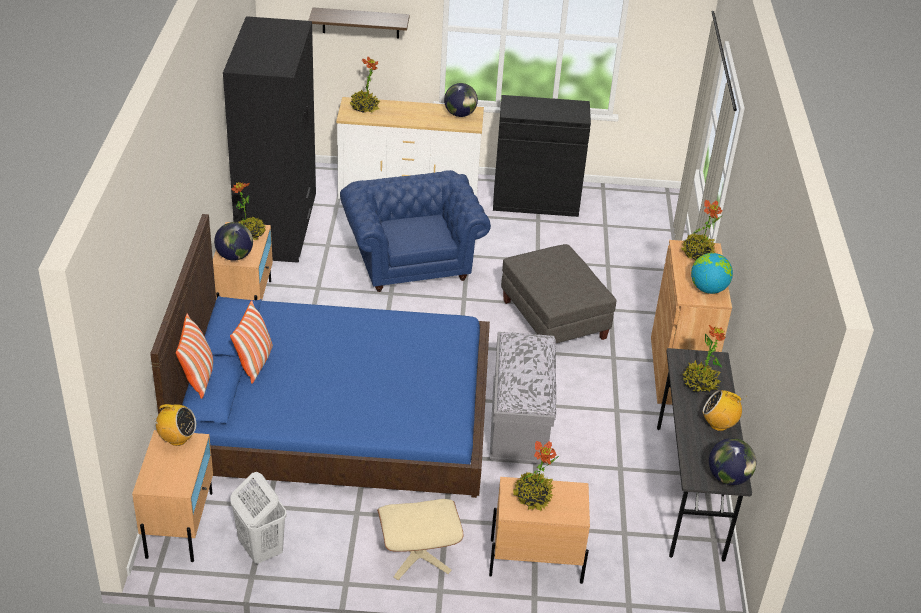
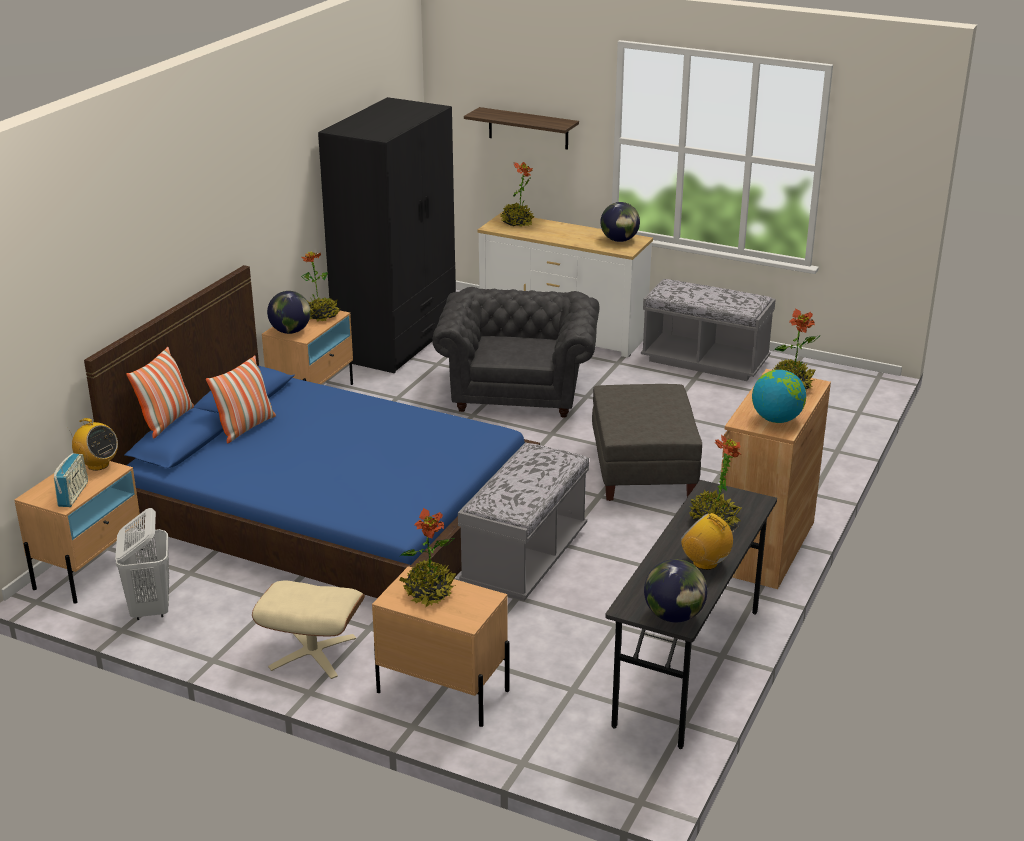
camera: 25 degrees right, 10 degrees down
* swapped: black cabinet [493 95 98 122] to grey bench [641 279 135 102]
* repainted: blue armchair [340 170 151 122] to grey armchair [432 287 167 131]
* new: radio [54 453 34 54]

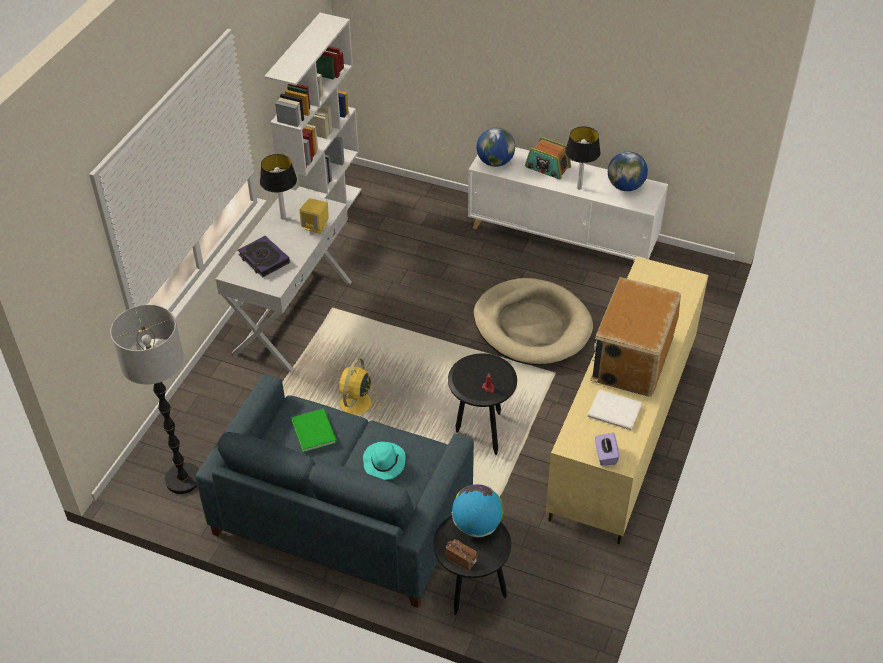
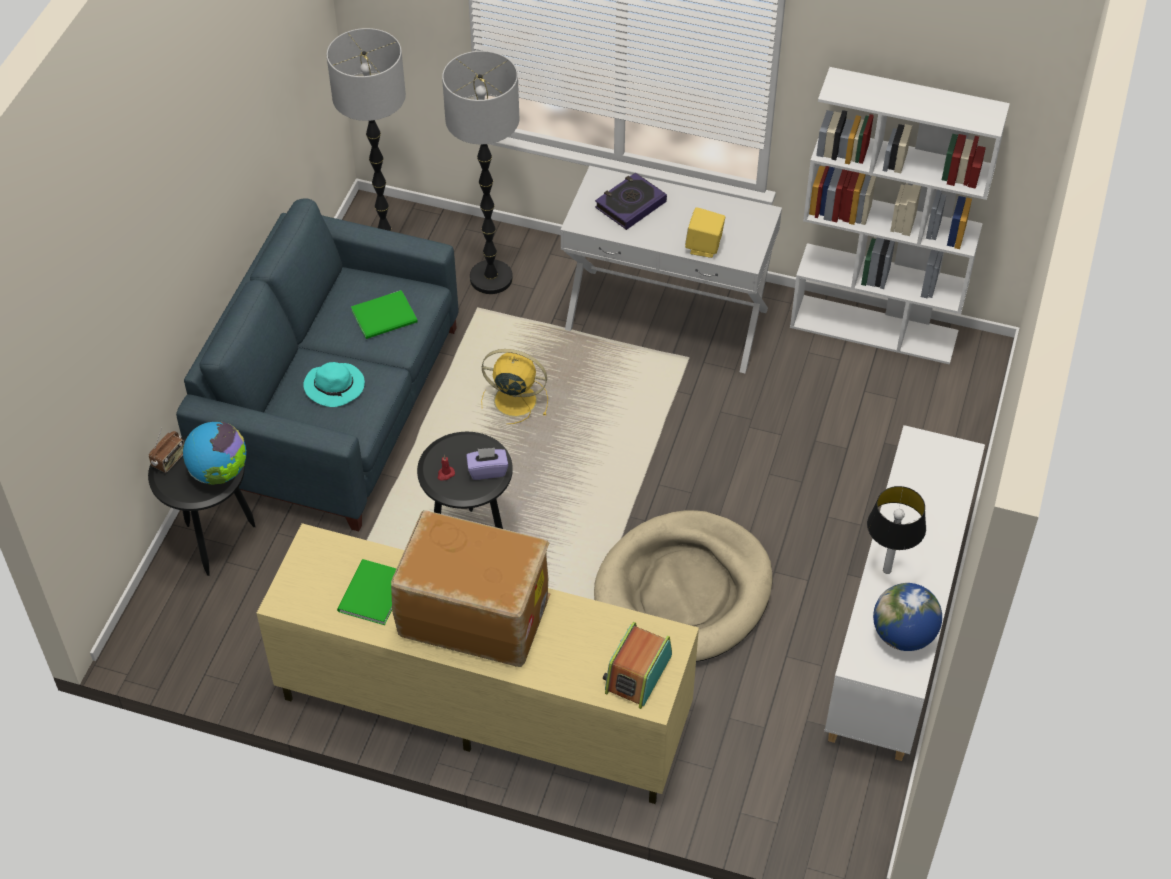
camera: 85 degrees right, 5 degrees up
* gone: globe [477 128 38 39]
* shifted: radio [525 137 46 43] to [603 622 69 87]
* gone: table lamp [260 154 37 65]
* repainted: white book [588 389 54 41] to green book [337 559 60 66]
* shifted: purple tissue box [595 433 24 32] to [466 448 42 32]
* new: floor lamp [442 51 77 243]

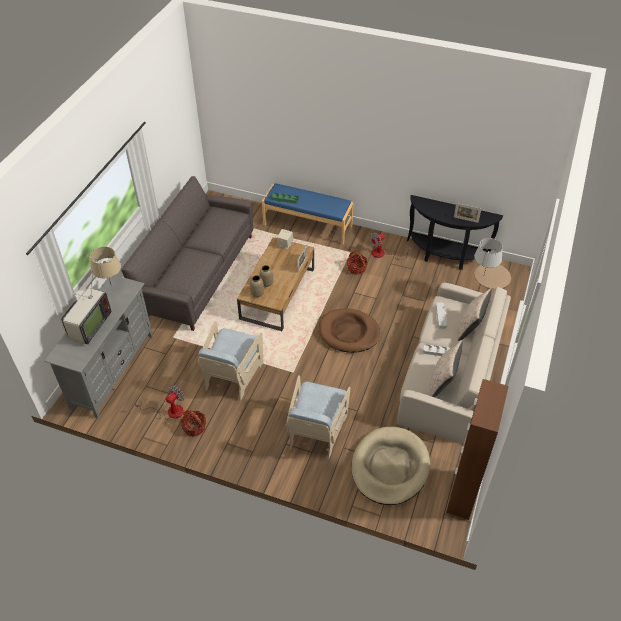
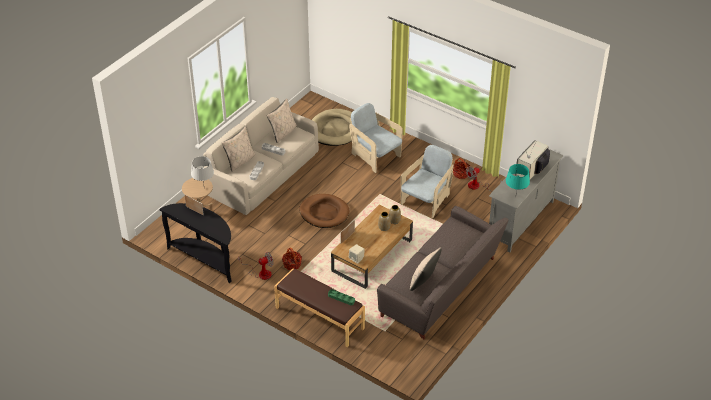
camera: 165 degrees left, 5 degrees down
* repainted: blue bench [262 183 92 62] to brown bench [274 268 91 79]
* repainted: beige table lamp [90 247 31 40] to turquoise table lamp [506 164 24 29]
* rotated: beige armchair [286 375 65 84] = [349 103 54 70] 75 degrees counterclockwise
* gone: brown cabinet [446 379 63 141]
* new: beige pillow [410 247 32 44]

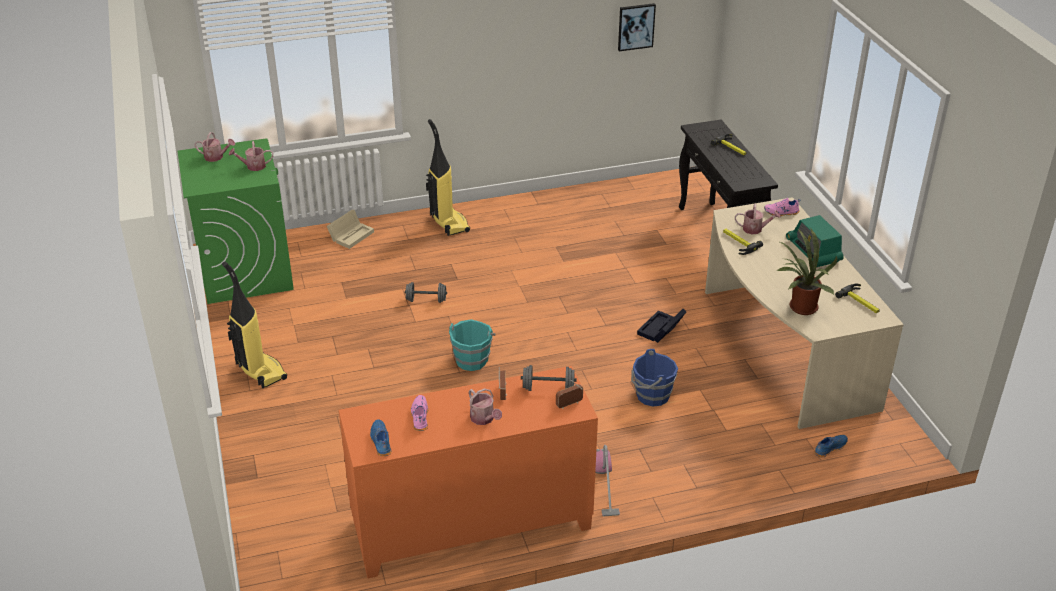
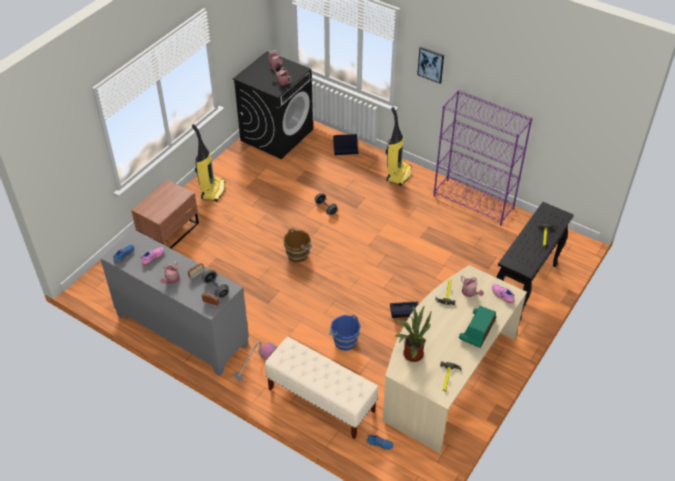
camera: 50 degrees right, 10 degrees up
* shifted: picture [618 3 38 48] to [417 47 27 36]
* repainted: green washing machine [178 138 116 166] to black washing machine [233 51 80 108]
* repainted: beige storage box [327 210 47 39] to black storage box [333 134 25 21]
* repainted: turquoise bucket [449 319 47 52] to brown bucket [283 228 29 34]
* repainted: orange cabinet [339 366 259 212] to grey cabinet [100 229 149 147]
* new: purple bookcase [433 90 100 136]
* new: brown nightstand [131 179 68 70]
* new: beige bench [265 337 113 102]

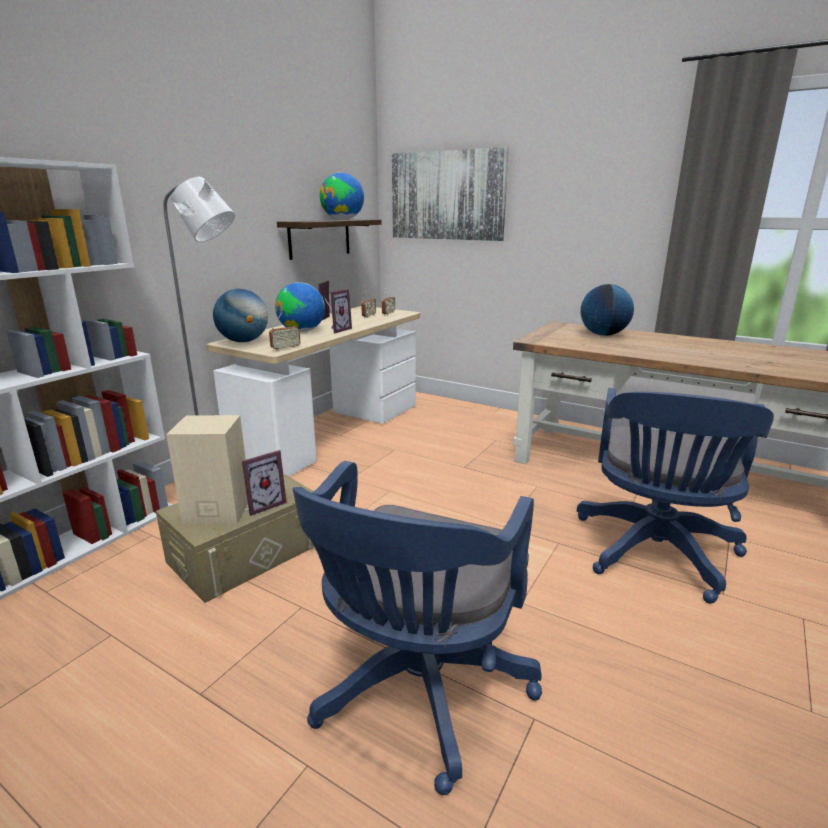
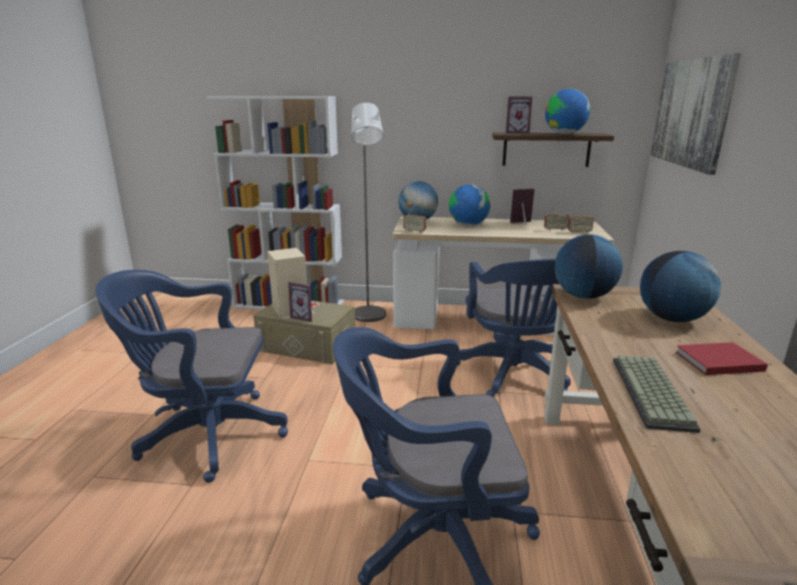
camera: 65 degrees right, 0 degrees up
* shifted: picture frame [330 289 22 44] to [506 96 27 38]
* new: globe [555 235 68 64]
* new: blue office chair [457 259 114 138]
* new: red book [676 342 92 33]
* new: keyboard [613 355 87 78]

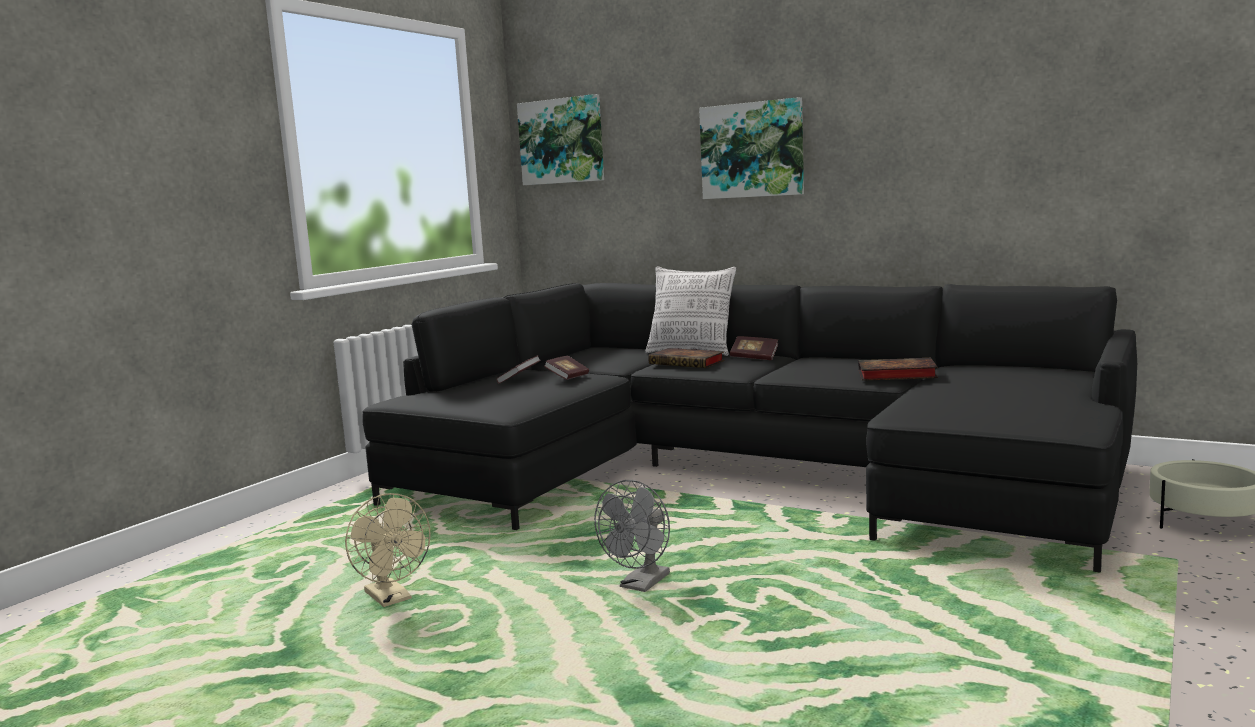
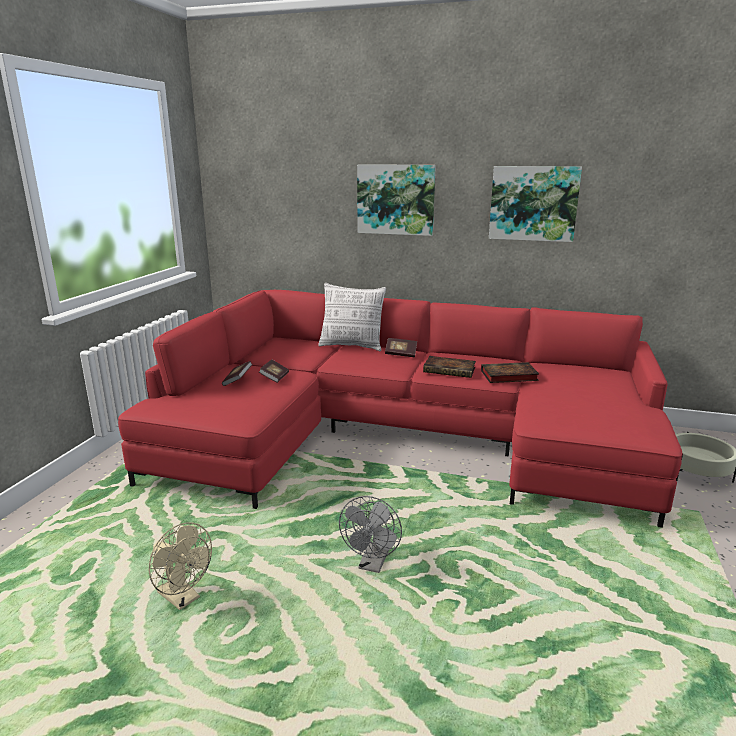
camera: 15 degrees left, 10 degrees up
* shifted: picture [517 94 87 91] to [489 166 93 76]
* repainted: black sofa [362 283 775 290] to red sofa [118 290 564 238]
* shifted: book [649 348 75 20] to [423 356 53 22]

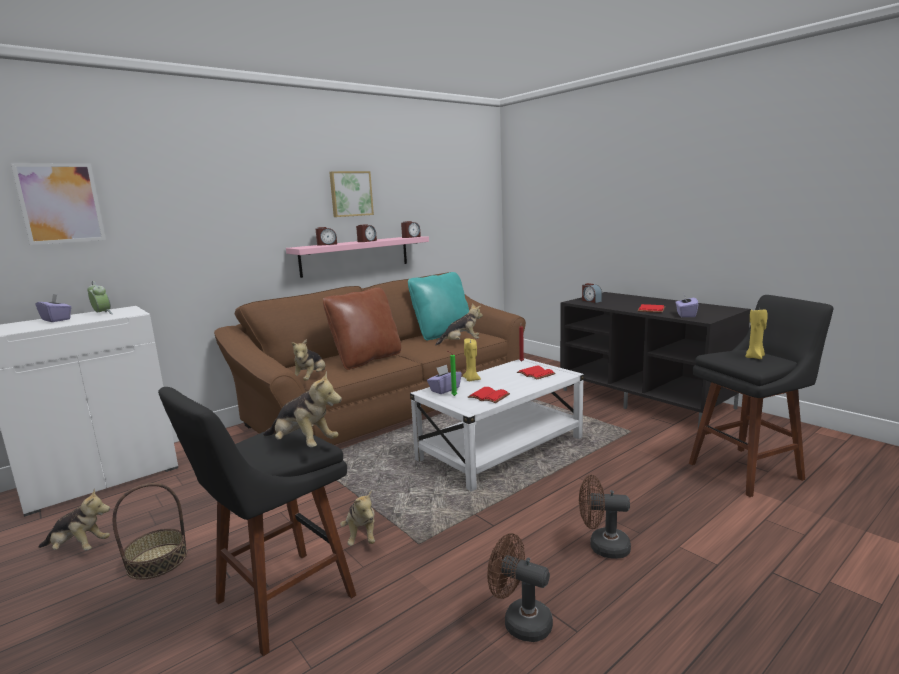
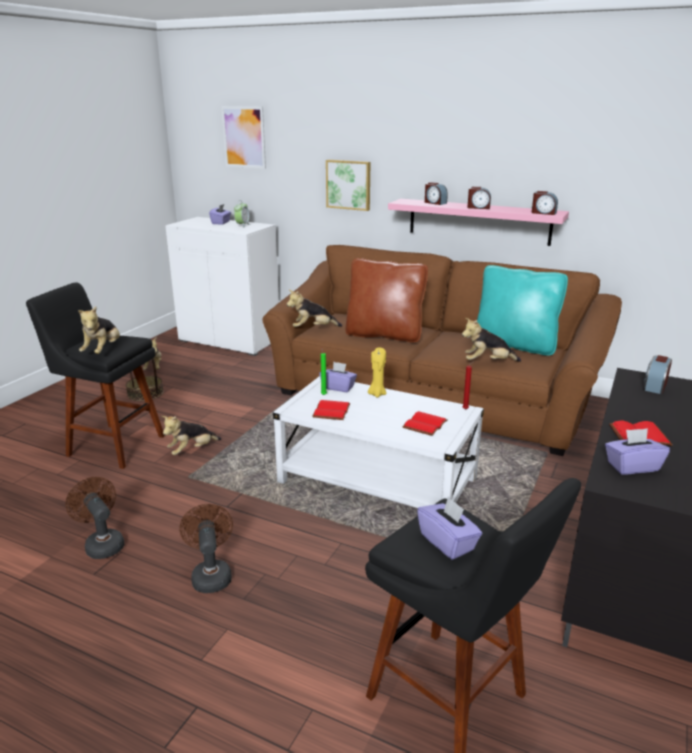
camera: 65 degrees right, 10 degrees up
* shifted: picture [329 171 45 46] to [326 160 44 51]
* rotated: plush toy [435 303 48 42] = [462 318 59 44] 120 degrees clockwise
* swapped: yellow candle [746 309 22 50] to purple tissue box [417 496 65 64]
* rotated: brown fan [488 533 65 109] = [65 477 59 82] 45 degrees counterclockwise

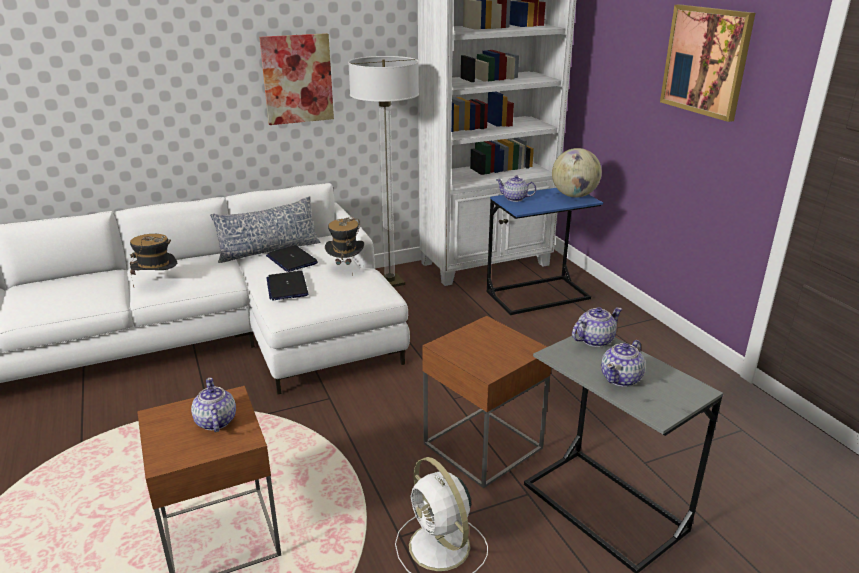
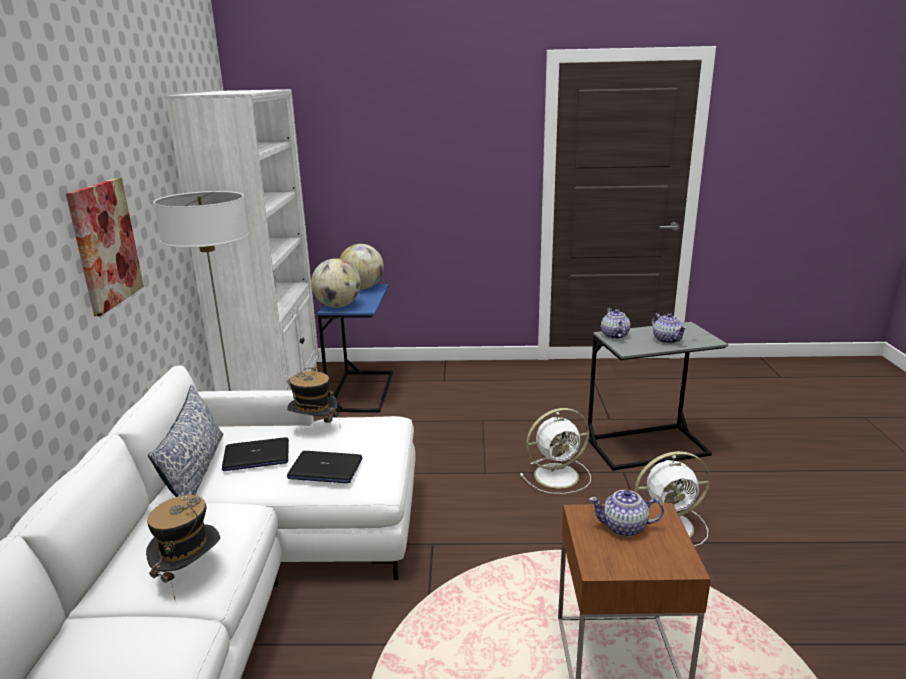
camera: 65 degrees left, 5 degrees down
* gone: picture [660 4 95 118]
* swapped: teapot [496 175 40 27] to globe [311 258 50 50]
* swapped: brown side table [422 316 129 172] to white fan [520 408 71 86]

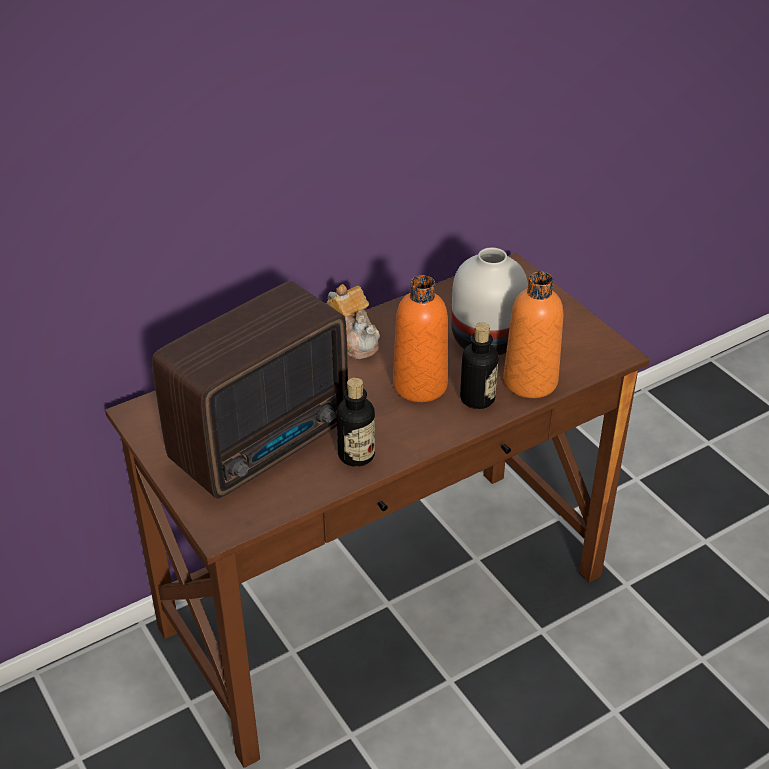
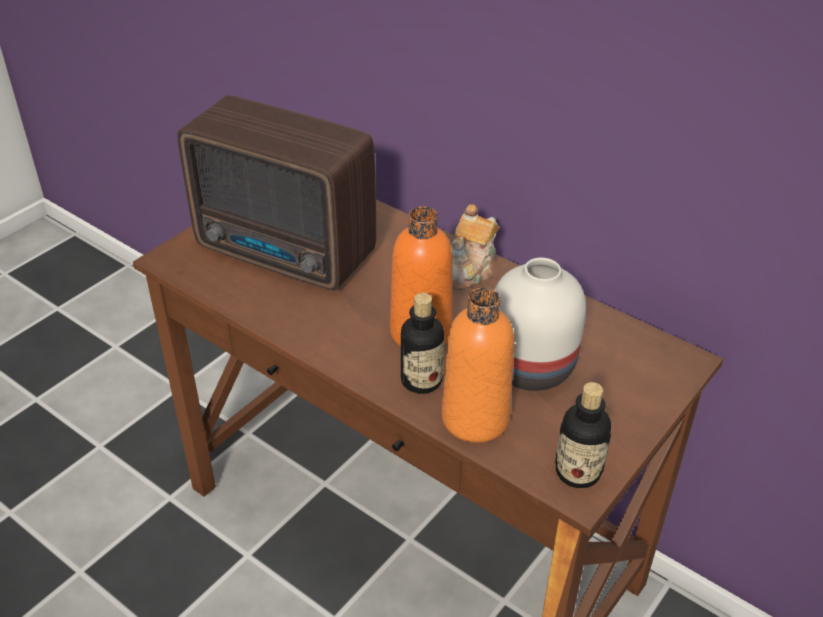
camera: 70 degrees right, 0 degrees up
* shifted: bottle [337 377 38 90] to [555 382 57 106]

